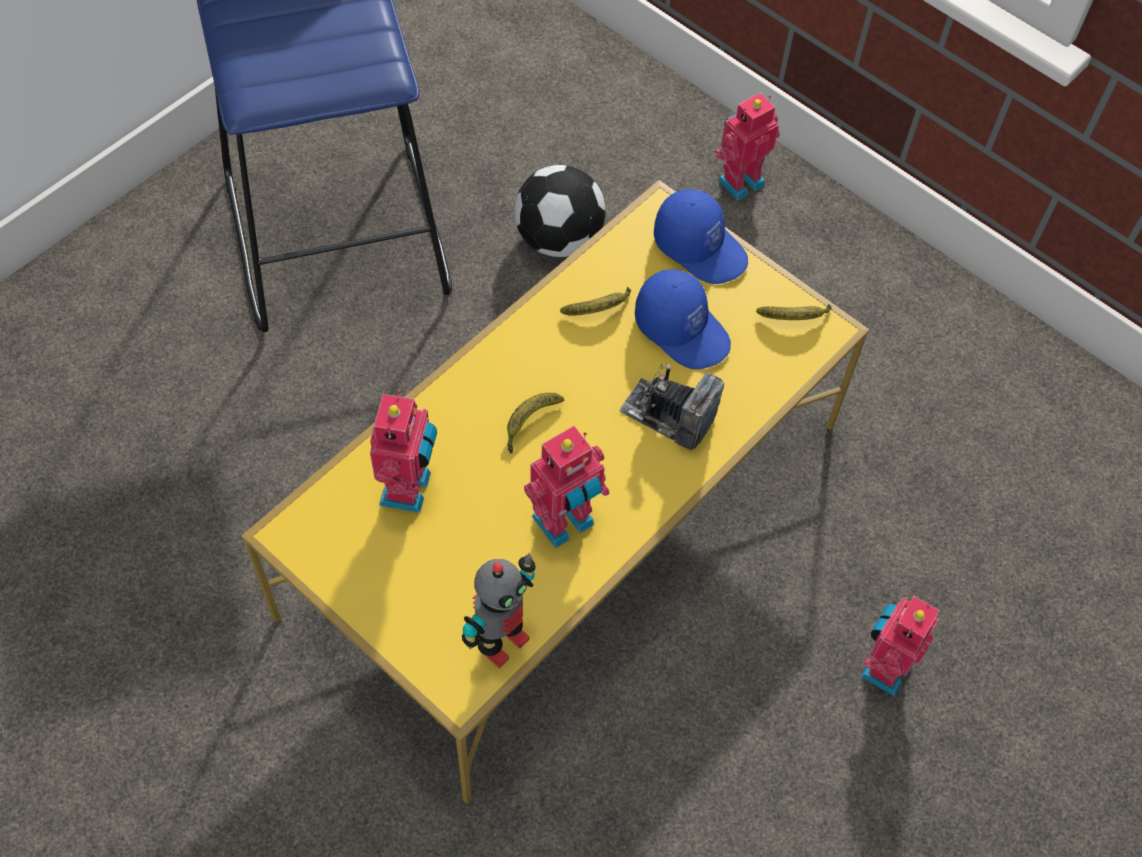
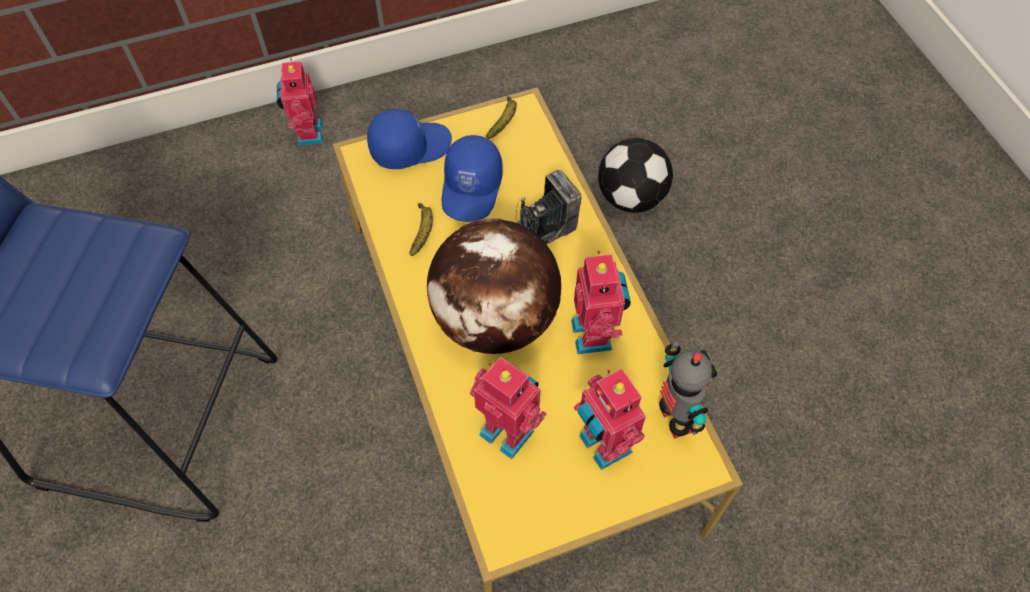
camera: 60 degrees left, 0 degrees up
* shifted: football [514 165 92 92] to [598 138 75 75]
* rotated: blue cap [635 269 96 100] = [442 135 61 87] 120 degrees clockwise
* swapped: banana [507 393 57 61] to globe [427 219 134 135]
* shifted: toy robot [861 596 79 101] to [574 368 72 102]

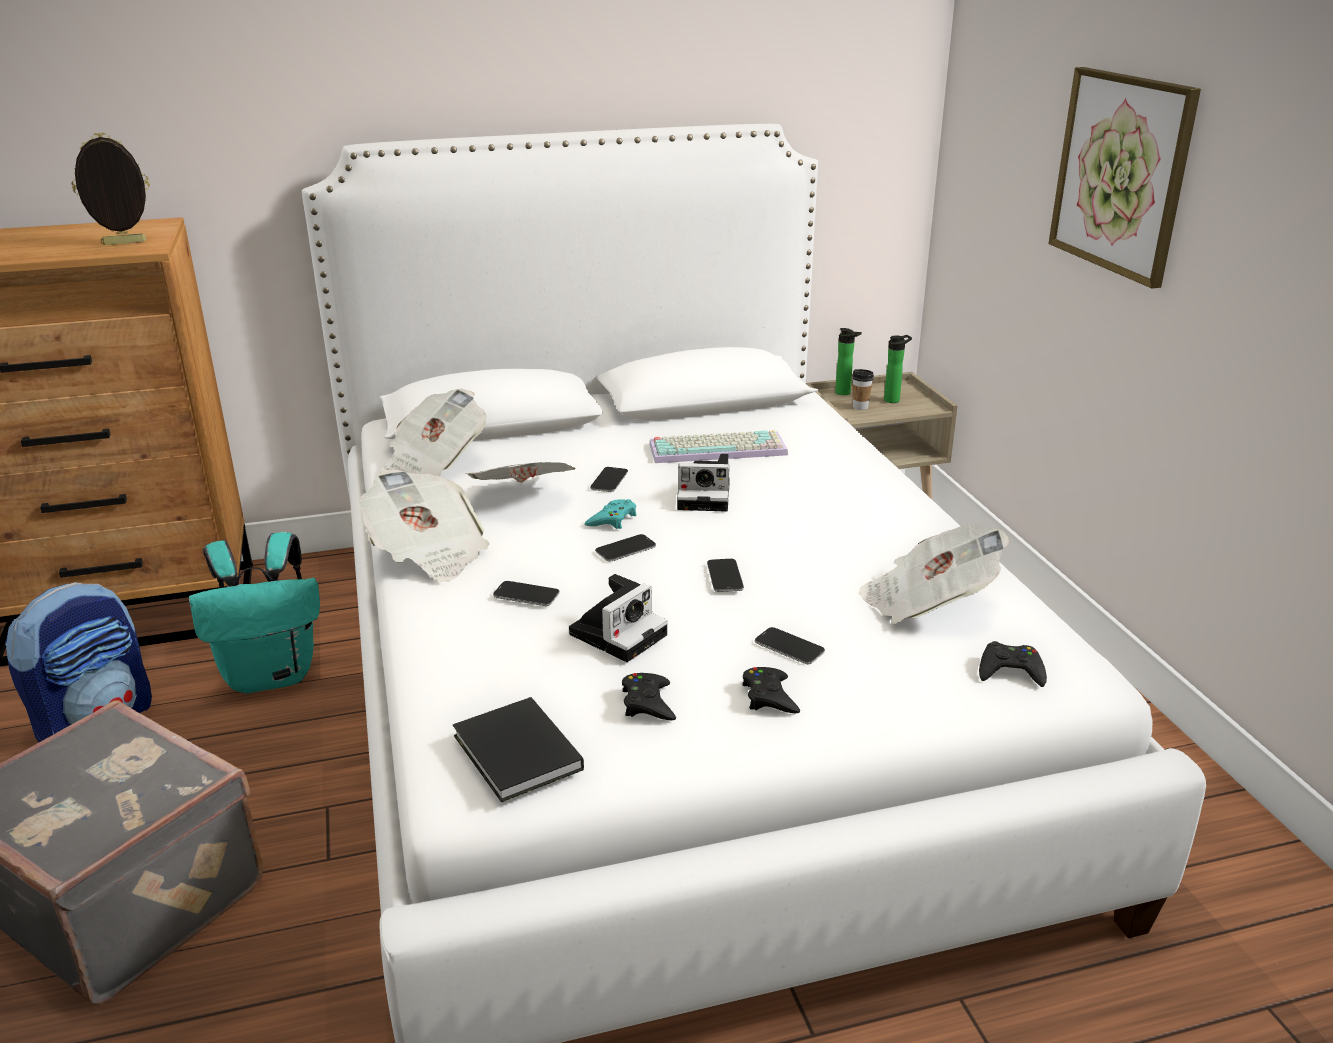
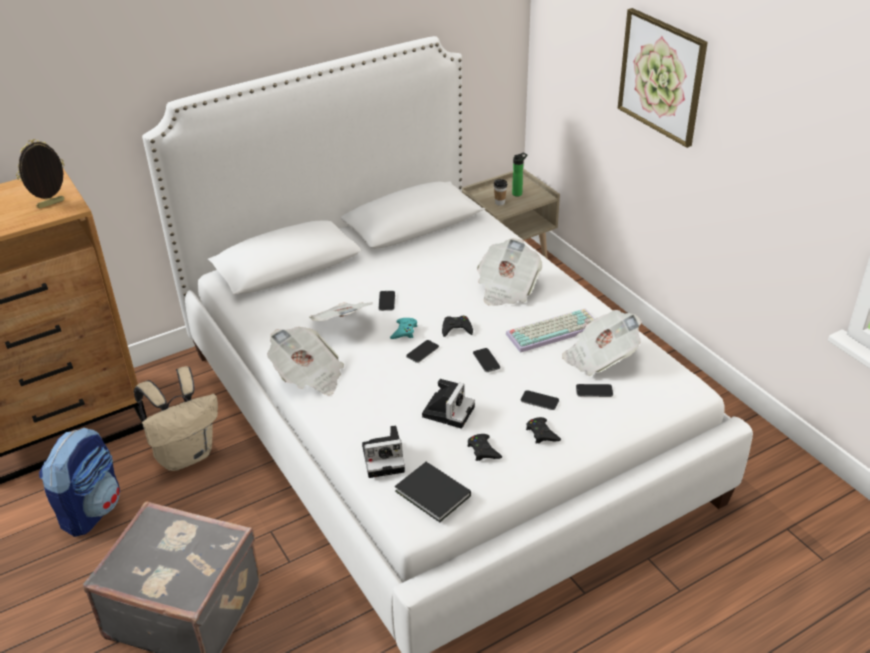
camera: 15 degrees left, 10 degrees up
* gone: bottle [835 328 27 67]
* shifted: newspaper [381 389 105 87] to [477 238 65 68]
* shifted: keyboard [649 430 139 33] to [506 309 89 44]
* shifted: photo camera [677 454 53 58] to [362 425 43 53]
* repainted: turquoise backpack [189 532 131 161] to beige backpack [134 366 84 105]
* shifted: phone [493 581 67 25] to [576 384 37 13]
* shifted: black game controller [979 641 68 46] to [442 316 31 21]

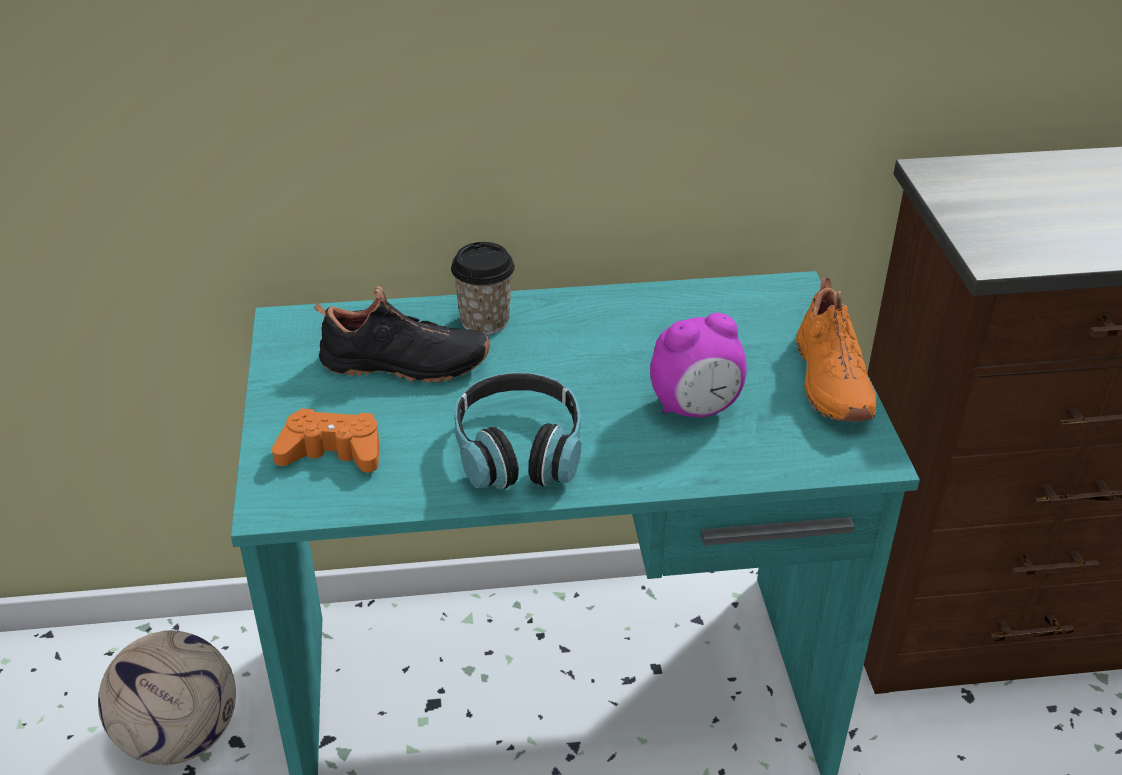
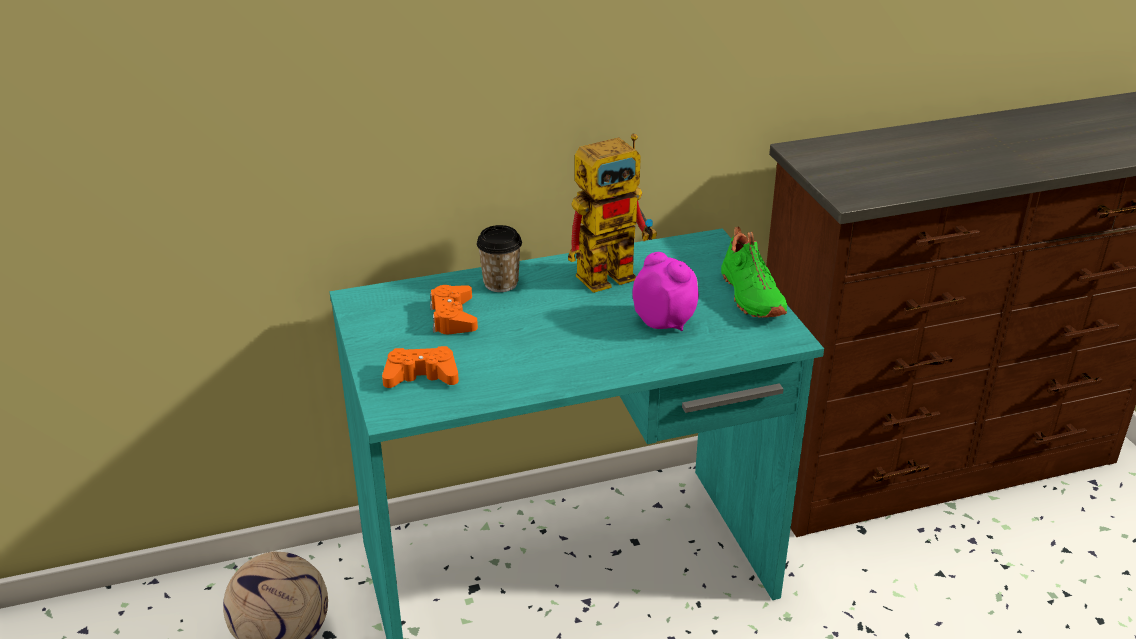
camera: 10 degrees left, 5 degrees down
* repainted: orange shoe [796 277 81 145] to green shoe [721 226 66 92]
* swapped: black shoe [314 286 176 97] to orange game controller [430 285 48 49]
* rotated: alarm clock [650 313 97 104] = [633 252 66 79] 105 degrees counterclockwise
* gone: headphones [455 372 126 117]
* new: toy robot [568 134 89 159]

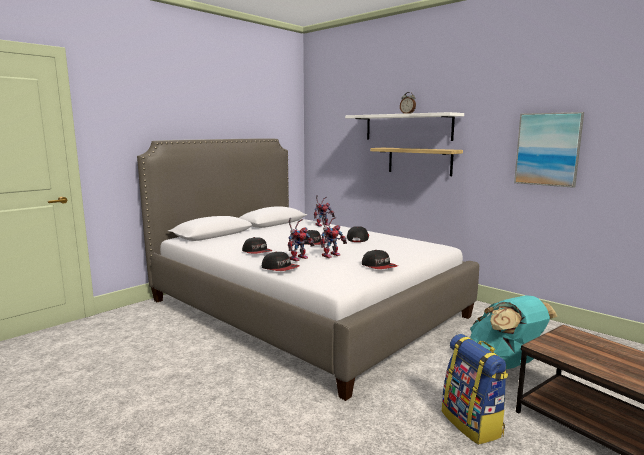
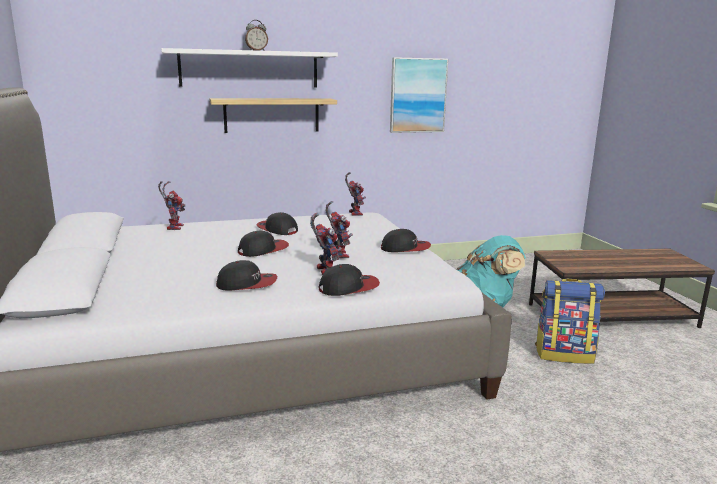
camera: 60 degrees left, 5 degrees up
* new: toy robot [345 172 21 44]

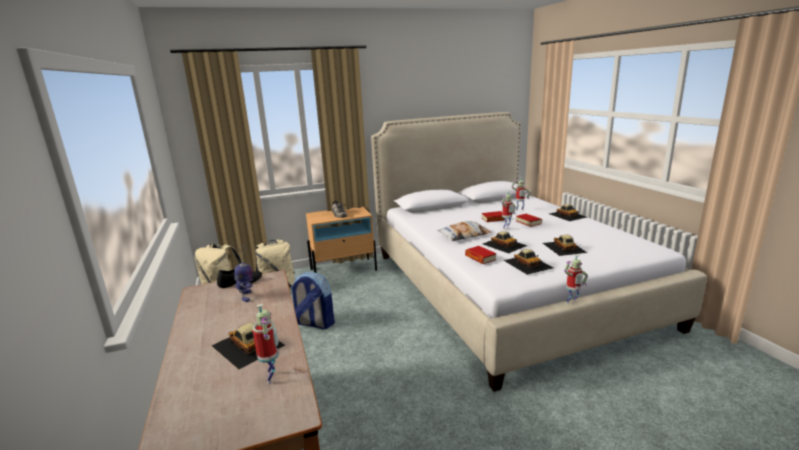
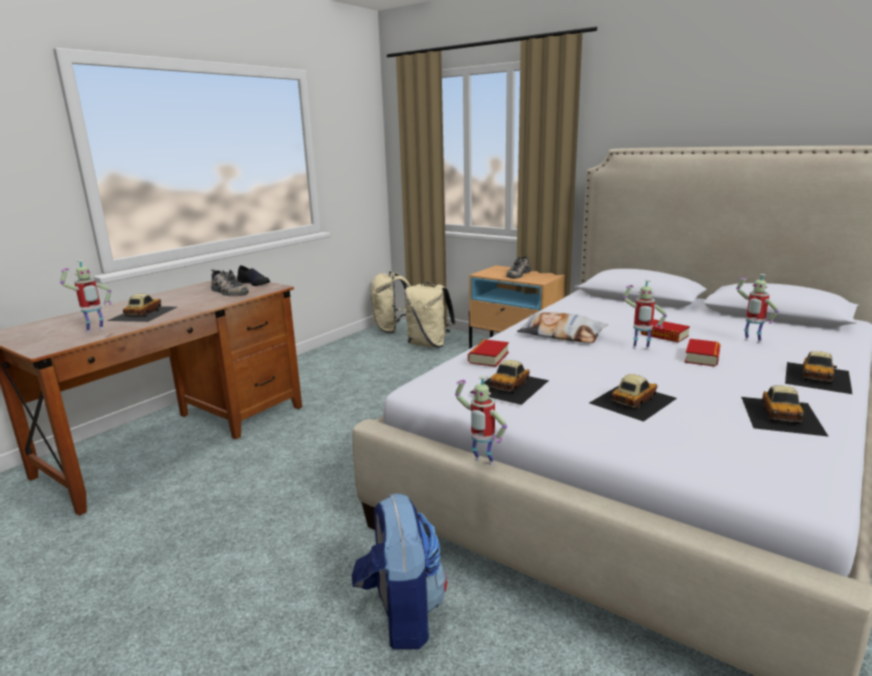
camera: 55 degrees right, 0 degrees up
* shifted: toy car [483 231 44 22] to [741 385 88 52]
* swapped: toy robot [234 244 19 58] to shoe [211 269 38 27]
* shifted: backpack [292 272 43 58] to [351 494 96 155]

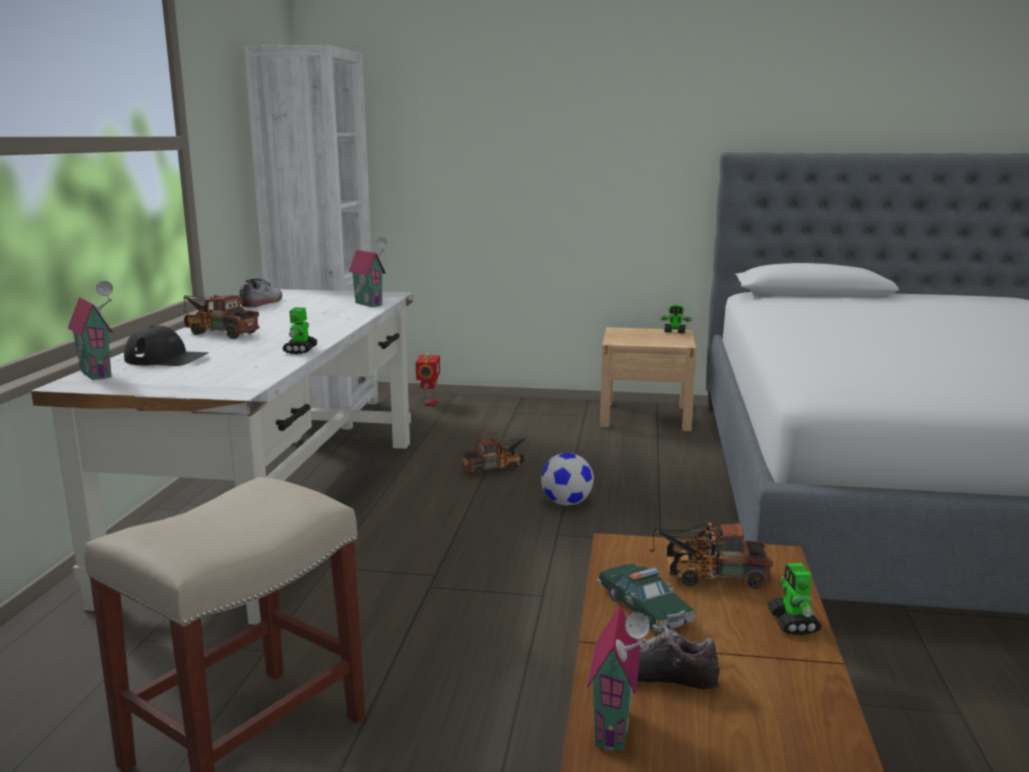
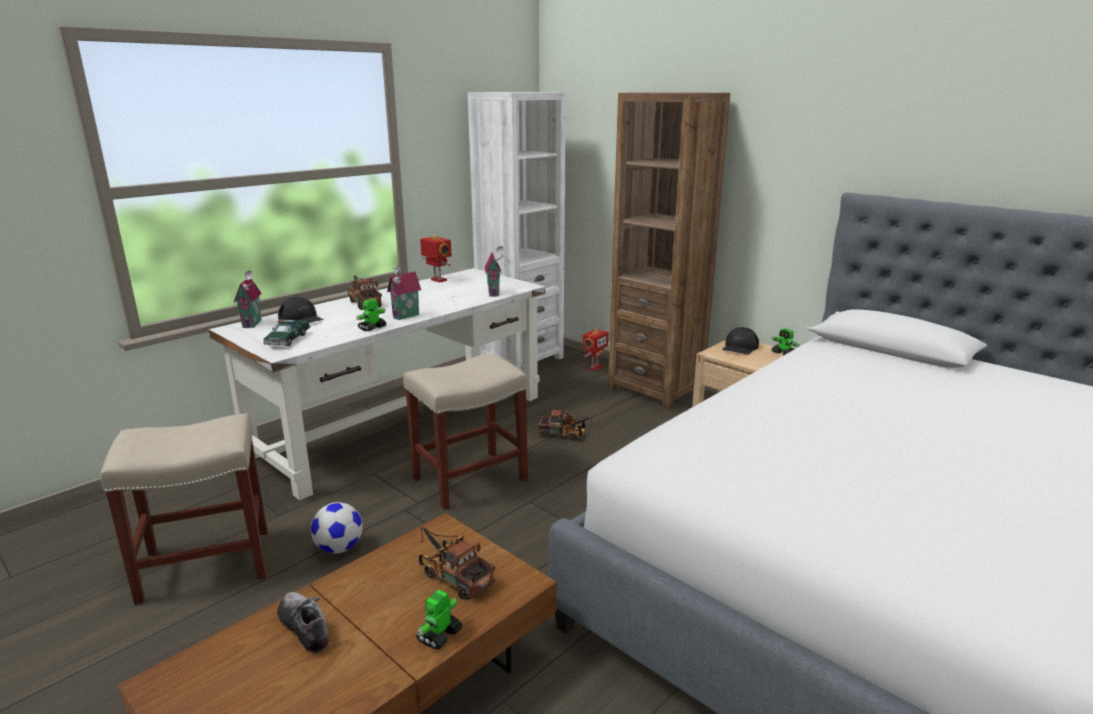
camera: 35 degrees right, 5 degrees up
* swapped: shoe [239 278 43 30] to toy robot [420 234 32 49]
* shifted: football [541 453 53 52] to [311 502 52 51]
* shifted: toy car [597 563 98 69] to [263 319 47 27]
* shifted: toy house [587 605 63 147] to [387 265 34 55]
* new: brown bookcase [608 92 122 319]
* new: black cap [722 327 37 28]
* new: beige stool [403 353 125 157]

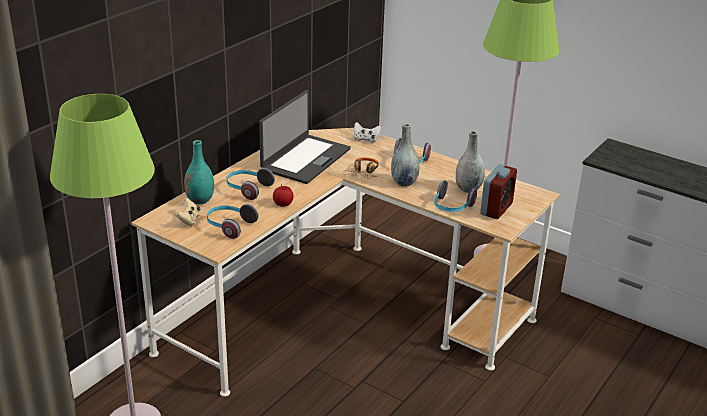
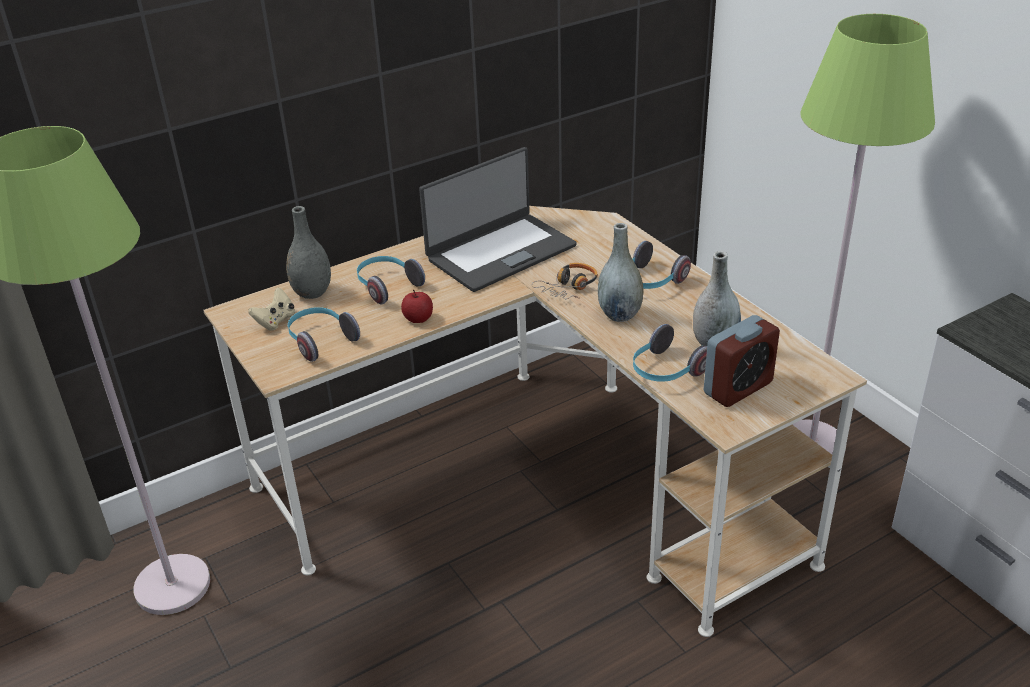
camera: 25 degrees right, 5 degrees up
* gone: white game controller [354 122 27 21]
* repainted: turquoise vase [184 140 30 64] to grey vase [286 206 45 93]

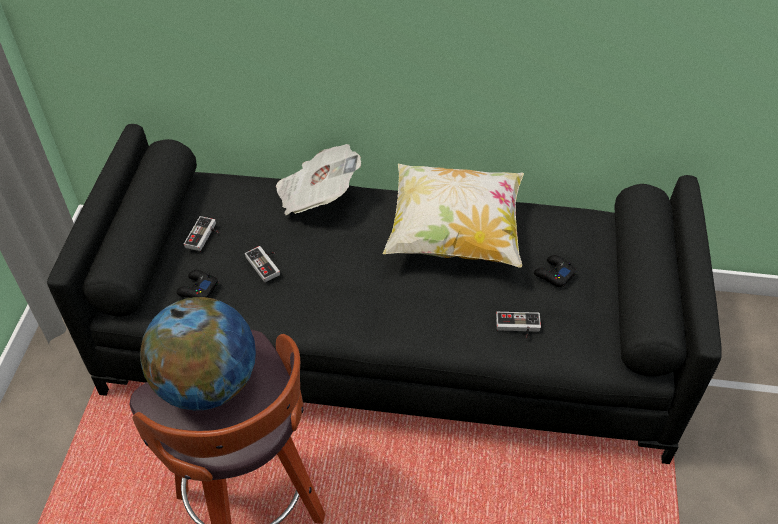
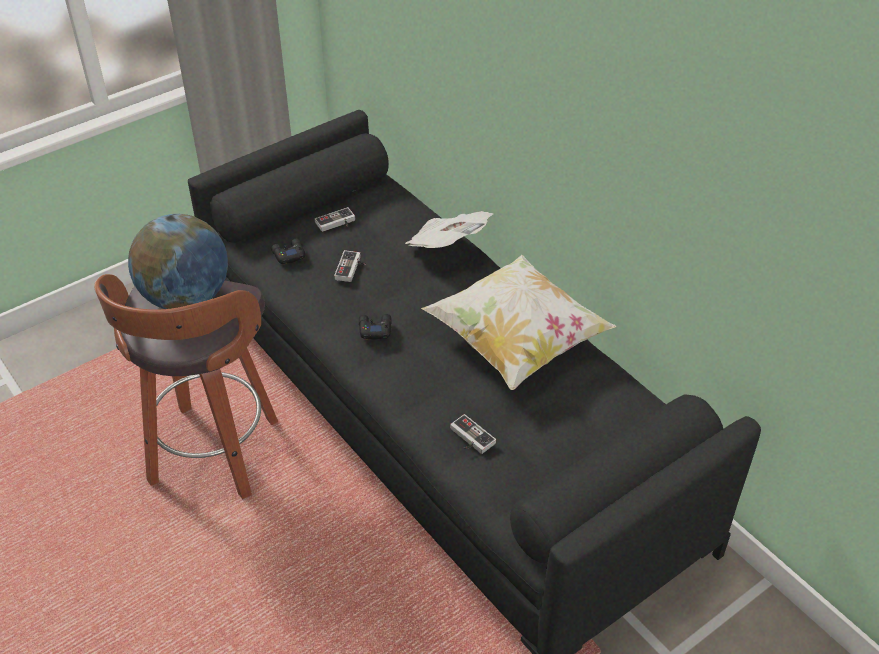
camera: 45 degrees right, 5 degrees down
* shifted: black game controller [534 255 42 32] to [359 314 33 26]

